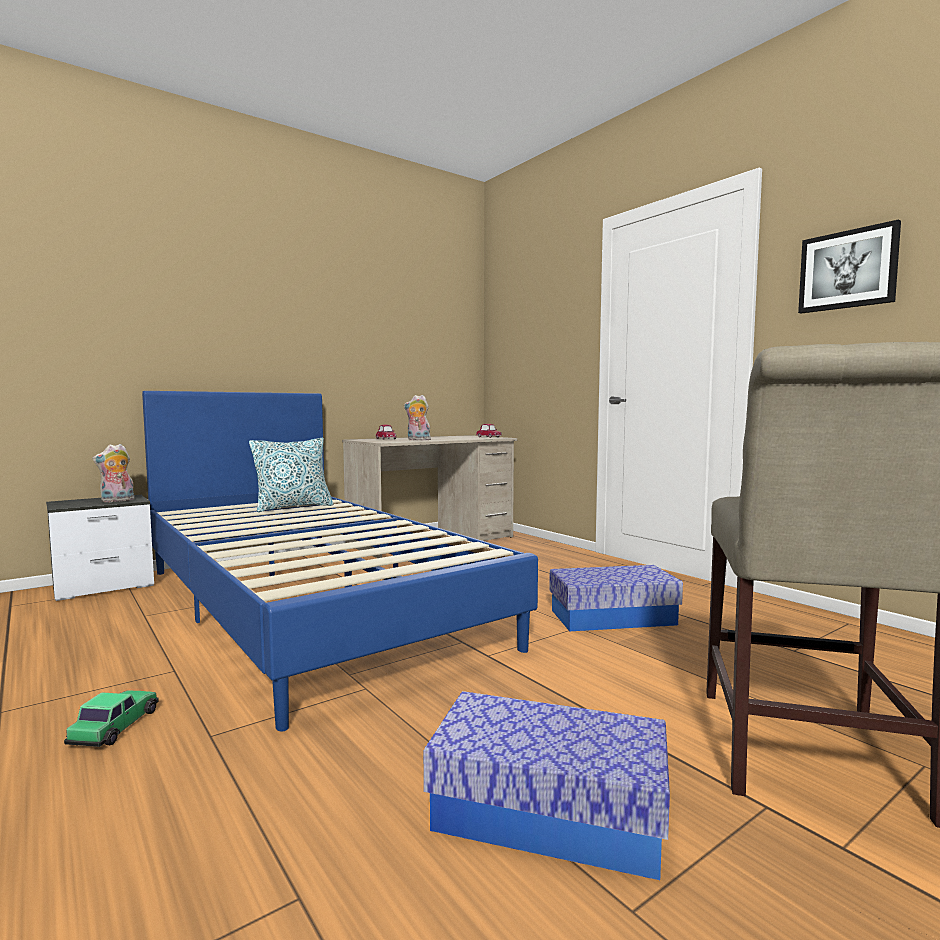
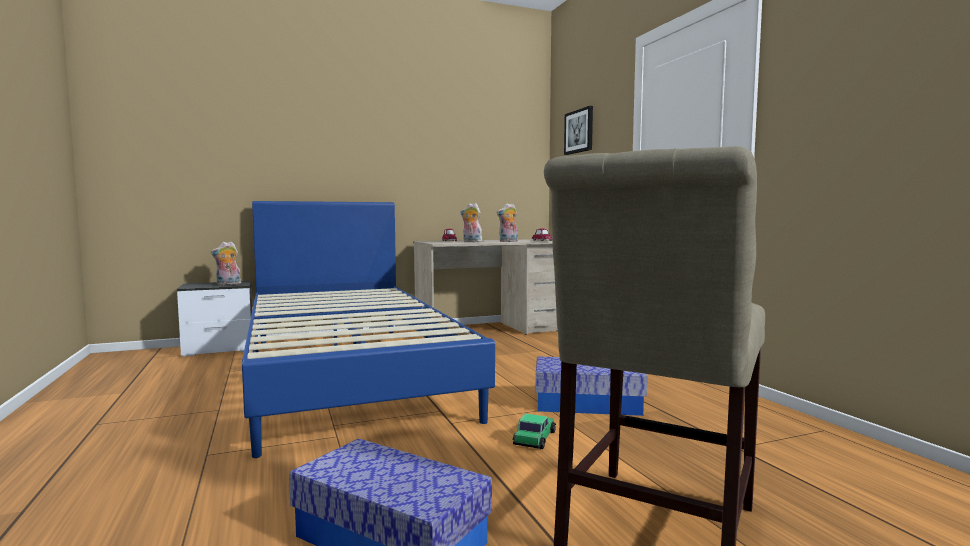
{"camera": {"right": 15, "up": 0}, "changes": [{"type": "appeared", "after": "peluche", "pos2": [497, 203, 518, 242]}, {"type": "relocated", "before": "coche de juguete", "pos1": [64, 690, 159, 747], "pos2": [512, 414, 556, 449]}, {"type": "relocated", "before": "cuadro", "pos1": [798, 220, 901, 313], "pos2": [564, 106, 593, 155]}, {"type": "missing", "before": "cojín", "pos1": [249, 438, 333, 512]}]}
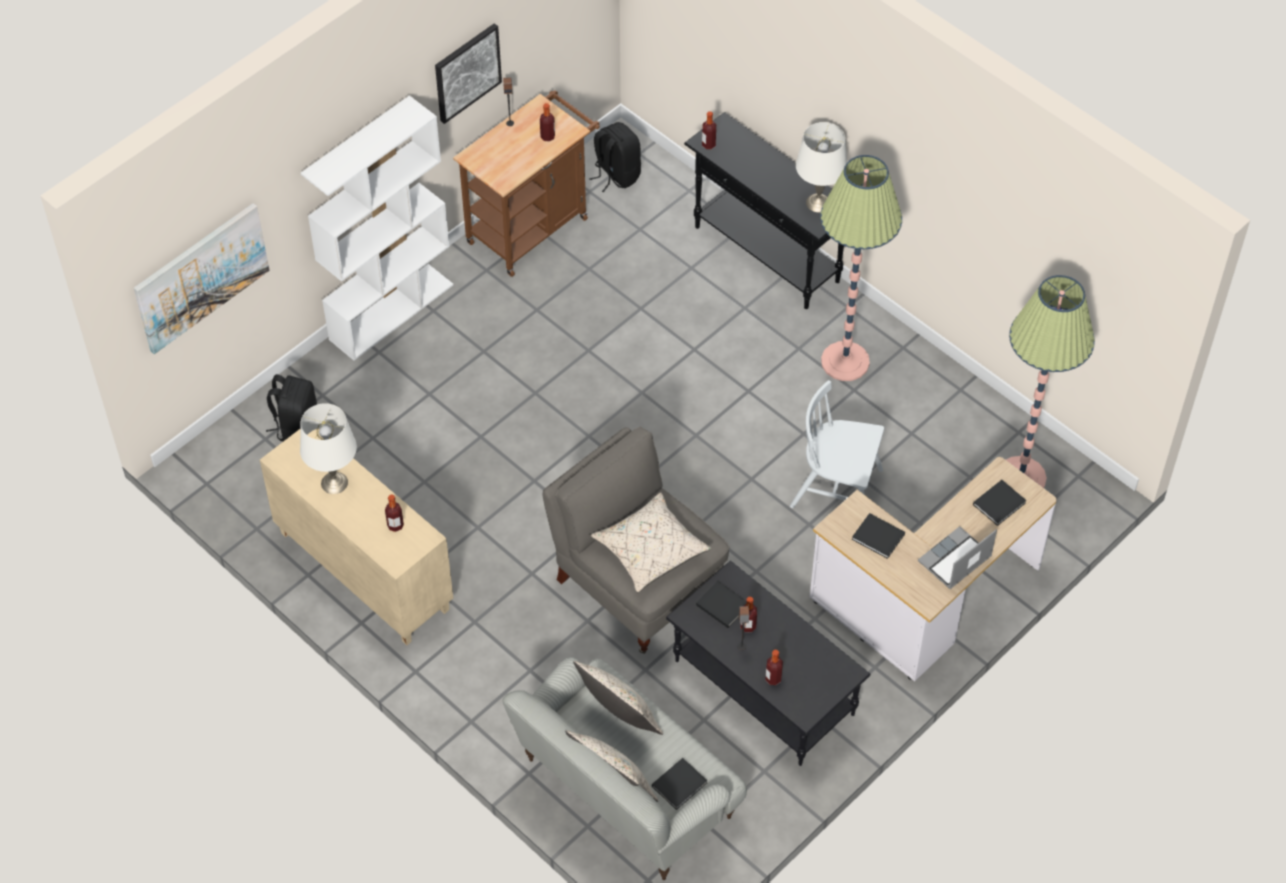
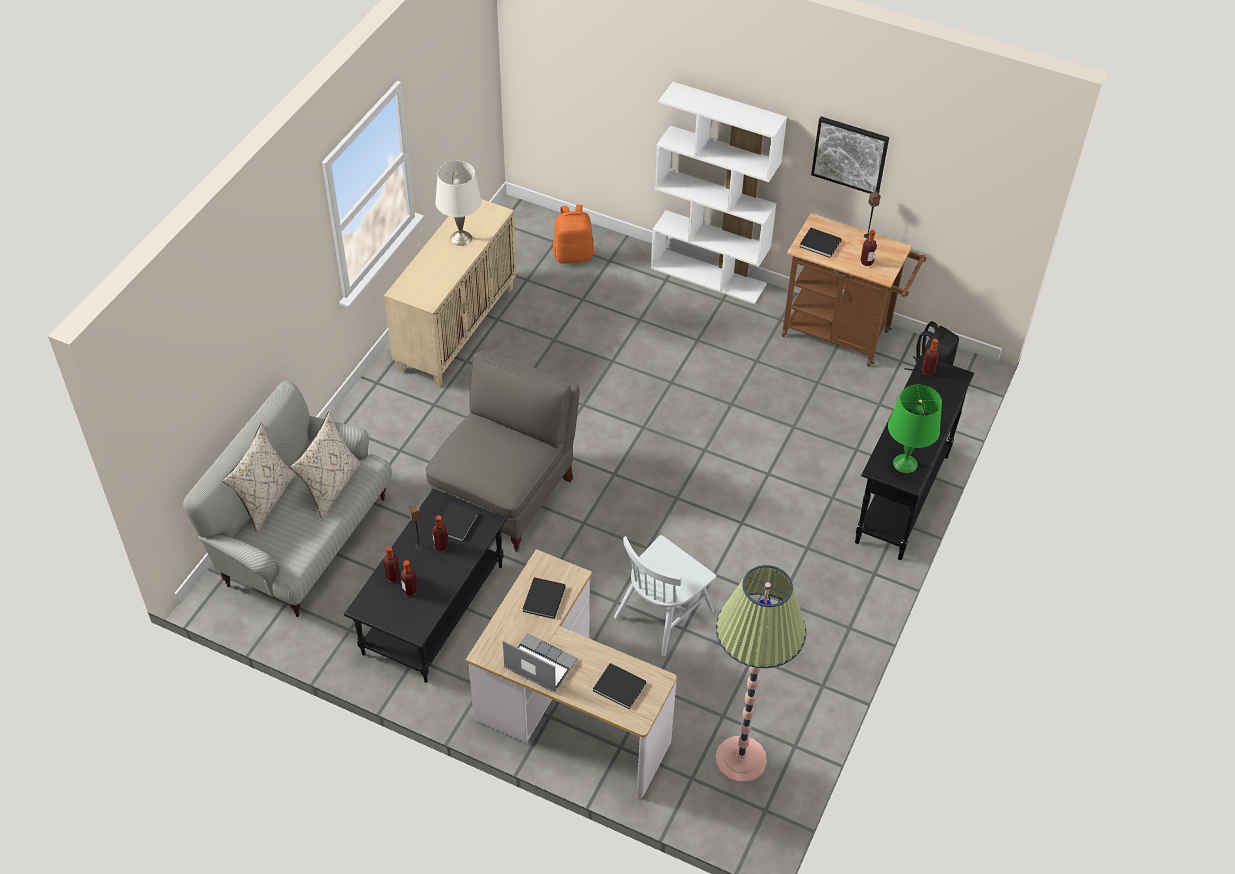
{"camera": {"right": 70, "up": -5}, "changes": [{"type": "relocated", "before": "botella", "pos1": [385, 494, 404, 532], "pos2": [401, 560, 418, 596]}, {"type": "colour", "before": "mochila/negro", "after": "mochila/naranja", "pos1": [266, 374, 317, 442], "pos2": [553, 204, 594, 264]}, {"type": "spun", "before": "silla/blanco", "pos1": [790, 380, 884, 508], "pos2": [614, 535, 716, 656], "turn": -135}, {"type": "relocated", "before": "libro/negro", "pos1": [652, 758, 707, 810], "pos2": [800, 228, 842, 258]}, {"type": "colour", "before": "lámpara de mesa/blanco", "after": "lámpara de mesa/verde", "pos1": [796, 122, 847, 212], "pos2": [888, 385, 942, 473]}, {"type": "missing", "before": "cuadro", "pos1": [134, 203, 269, 354]}, {"type": "missing", "before": "cojín/beis", "pos1": [591, 492, 711, 592]}, {"type": "missing", "before": "lámpara de pie", "pos1": [820, 155, 902, 381]}]}
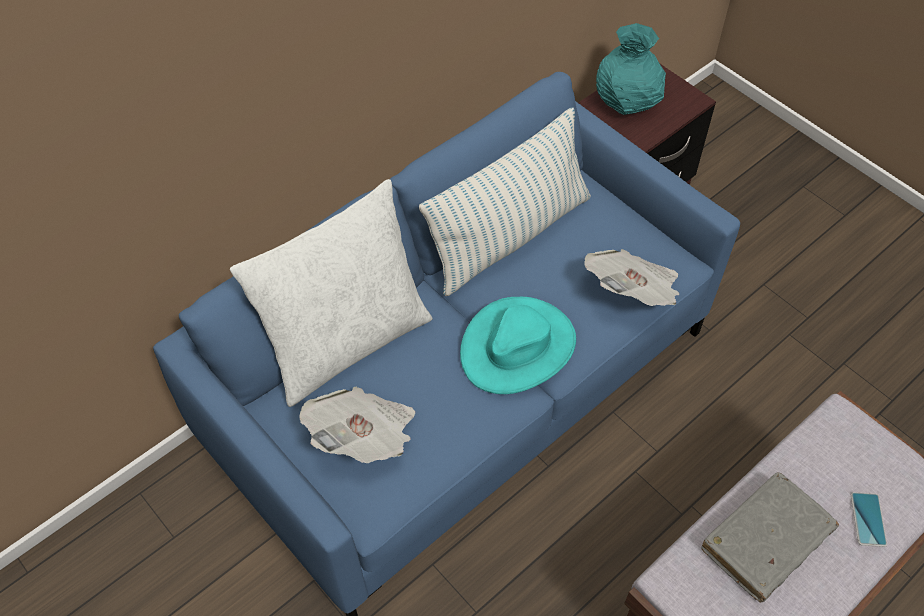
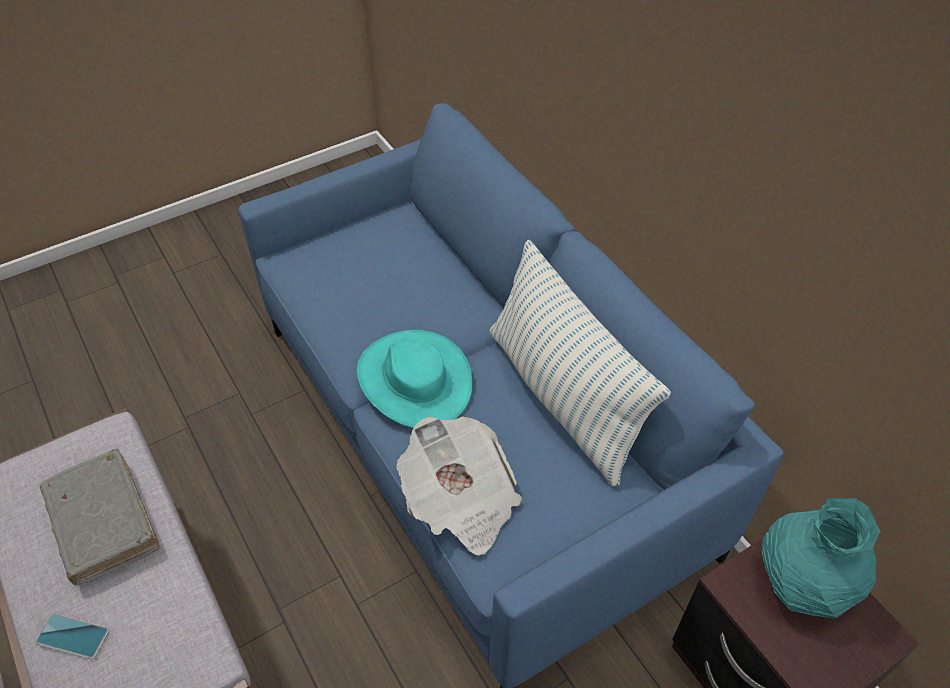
{"camera": {"right": 100, "up": -5}, "changes": [{"type": "missing", "before": "cojín/blanco", "pos1": [230, 179, 432, 407]}, {"type": "missing", "before": "periódico", "pos1": [299, 387, 415, 463]}]}
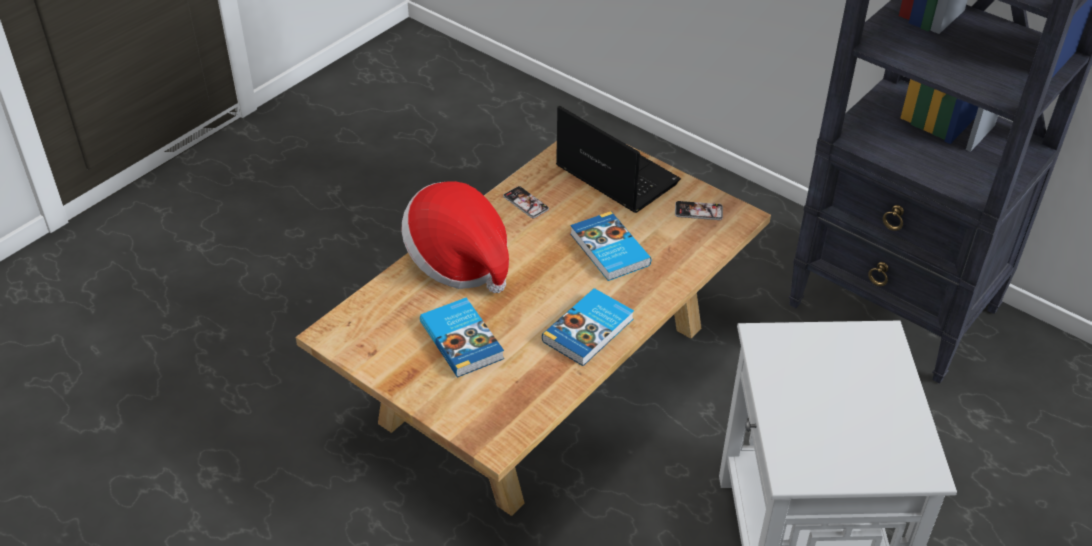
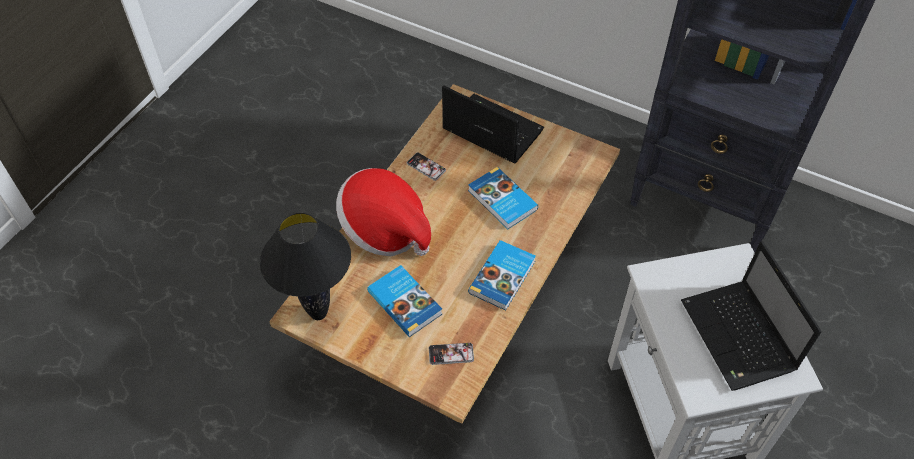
{"camera": {"right": -10, "up": 10}, "changes": [{"type": "appeared", "after": "lámpara de mesa/negro", "pos2": [260, 213, 351, 320]}, {"type": "relocated", "before": "móvil", "pos1": [675, 201, 723, 220], "pos2": [429, 343, 474, 365]}, {"type": "appeared", "after": "portátil", "pos2": [681, 241, 821, 391]}]}
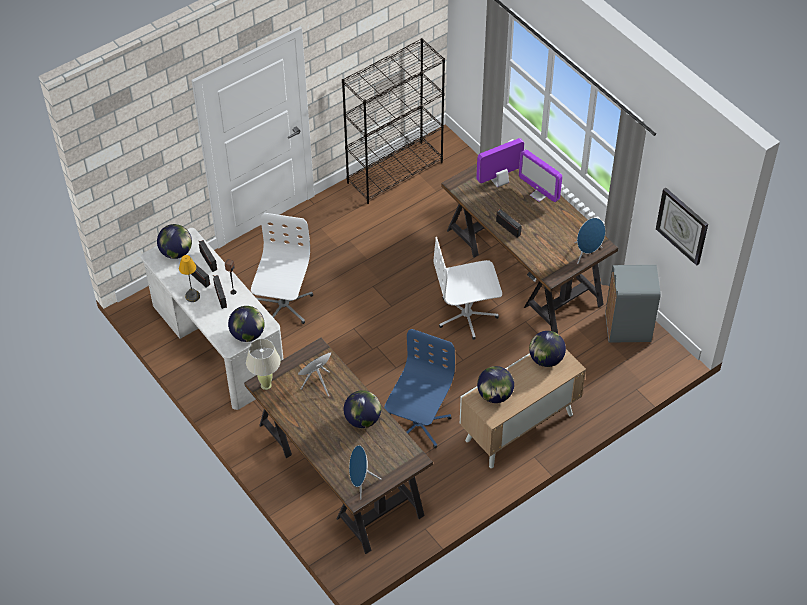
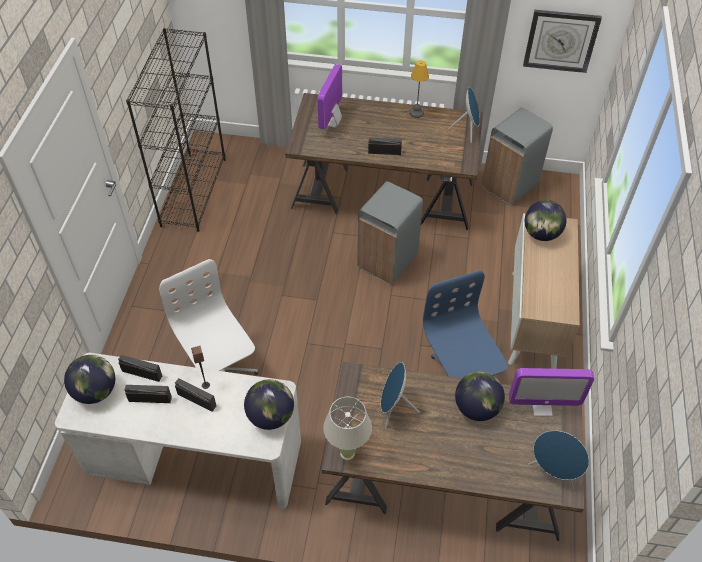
{"camera": {"right": -45, "up": 0}, "changes": [{"type": "exchanged", "before": "silla de oficina/blanco", "after": "papelera/gris", "pos1": [434, 237, 502, 340], "pos2": [357, 181, 423, 285]}, {"type": "relocated", "before": "lámpara de mesa", "pos1": [179, 255, 200, 302], "pos2": [409, 60, 429, 118]}, {"type": "relocated", "before": "monitor", "pos1": [519, 149, 562, 202], "pos2": [509, 368, 594, 417]}, {"type": "missing", "before": "globo terráqueo", "pos1": [477, 366, 514, 403]}]}
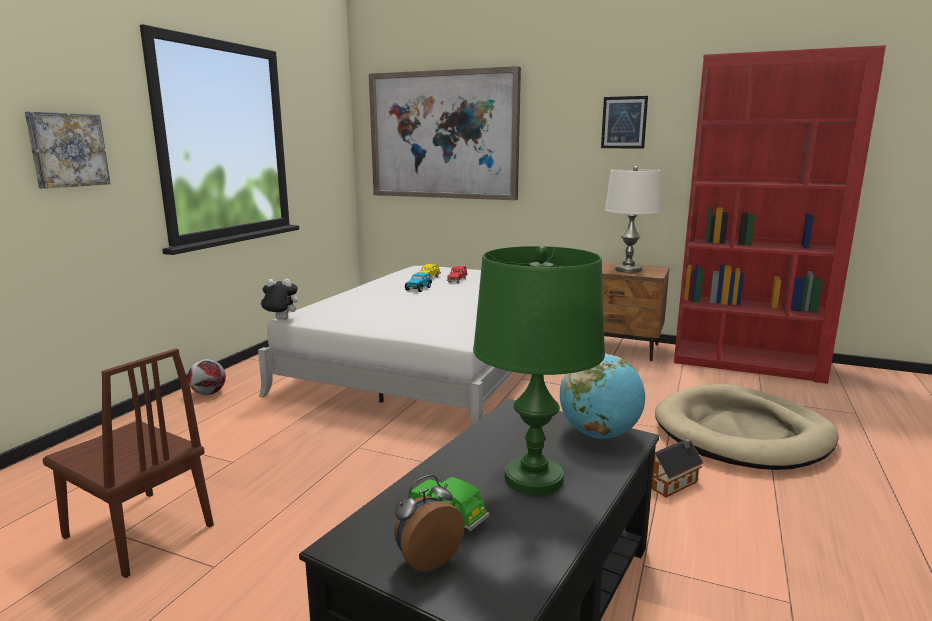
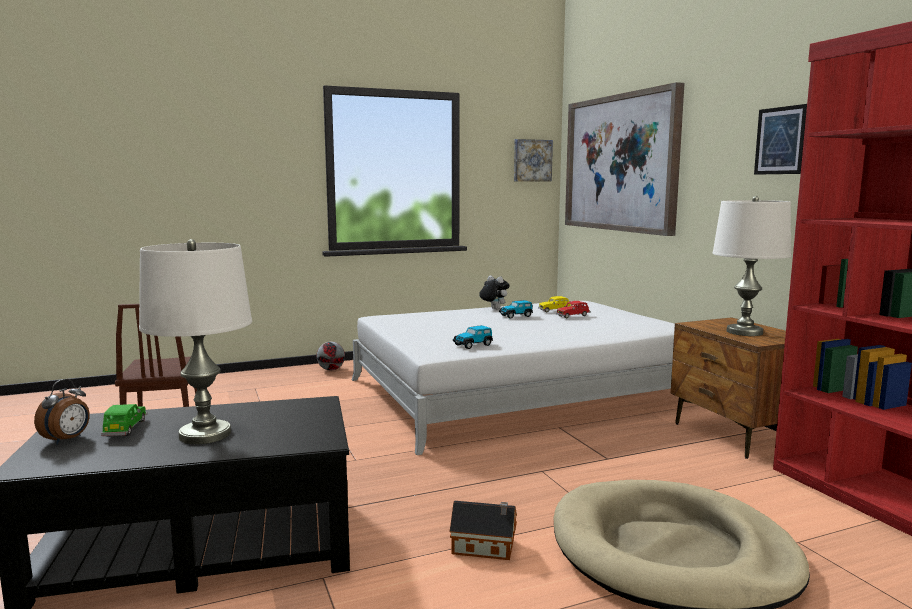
{"camera": {"right": 45, "up": -5}, "changes": [{"type": "spun", "before": "despertador", "pos1": [394, 475, 464, 572], "pos2": [34, 379, 90, 444], "turn": 105}, {"type": "colour", "before": "lámpara de mesa/verde", "after": "lámpara de mesa/blanco", "pos1": [473, 246, 605, 495], "pos2": [139, 239, 252, 444]}, {"type": "appeared", "after": "coche de juguete", "pos2": [453, 325, 493, 349]}, {"type": "relocated", "before": "peluche", "pos1": [259, 279, 298, 320], "pos2": [479, 275, 510, 309]}, {"type": "relocated", "before": "cuadro", "pos1": [25, 112, 111, 189], "pos2": [514, 139, 553, 182]}, {"type": "missing", "before": "globo terráqueo", "pos1": [560, 353, 645, 439]}]}
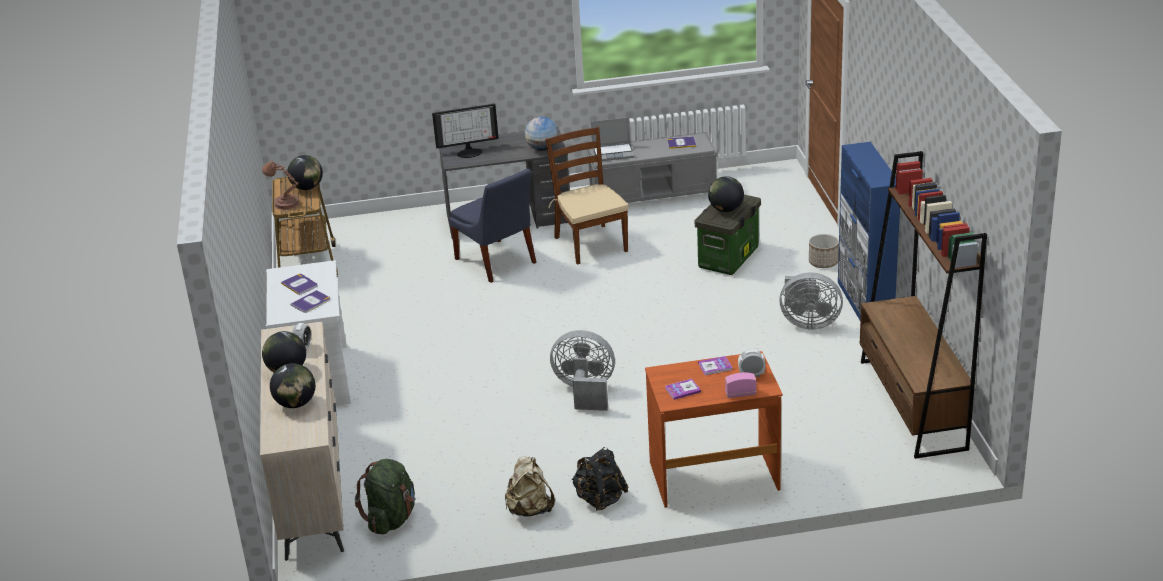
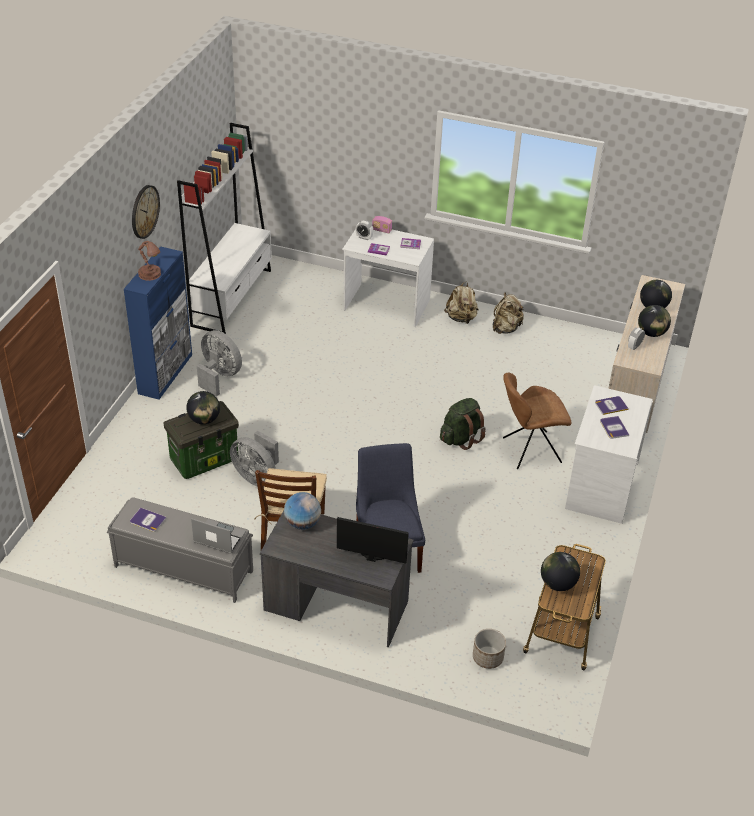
{"camera": {"right": -155, "up": 10}, "changes": [{"type": "appeared", "after": "reloj de pared", "pos2": [132, 185, 160, 239]}, {"type": "relocated", "before": "lámpara de mesa/marrón", "pos1": [262, 161, 299, 210], "pos2": [138, 241, 161, 281]}, {"type": "colour", "before": "estantería/marrón", "after": "estantería/blanco", "pos1": [860, 151, 987, 459], "pos2": [177, 123, 272, 334]}, {"type": "relocated", "before": "ventilador/gris", "pos1": [550, 330, 615, 411], "pos2": [230, 431, 279, 487]}, {"type": "colour", "before": "escritorio/marrón", "after": "escritorio/blanco", "pos1": [645, 351, 783, 508], "pos2": [342, 229, 434, 327]}, {"type": "relocated", "before": "mochila/verde", "pos1": [355, 459, 415, 534], "pos2": [440, 398, 486, 450]}, {"type": "colour", "before": "mochila/negro", "after": "mochila/beis", "pos1": [572, 447, 628, 511], "pos2": [444, 282, 479, 324]}, {"type": "relocated", "before": "maceta", "pos1": [809, 234, 839, 268], "pos2": [473, 629, 506, 669]}, {"type": "appeared", "after": "silla/marrón", "pos2": [503, 373, 571, 469]}]}
